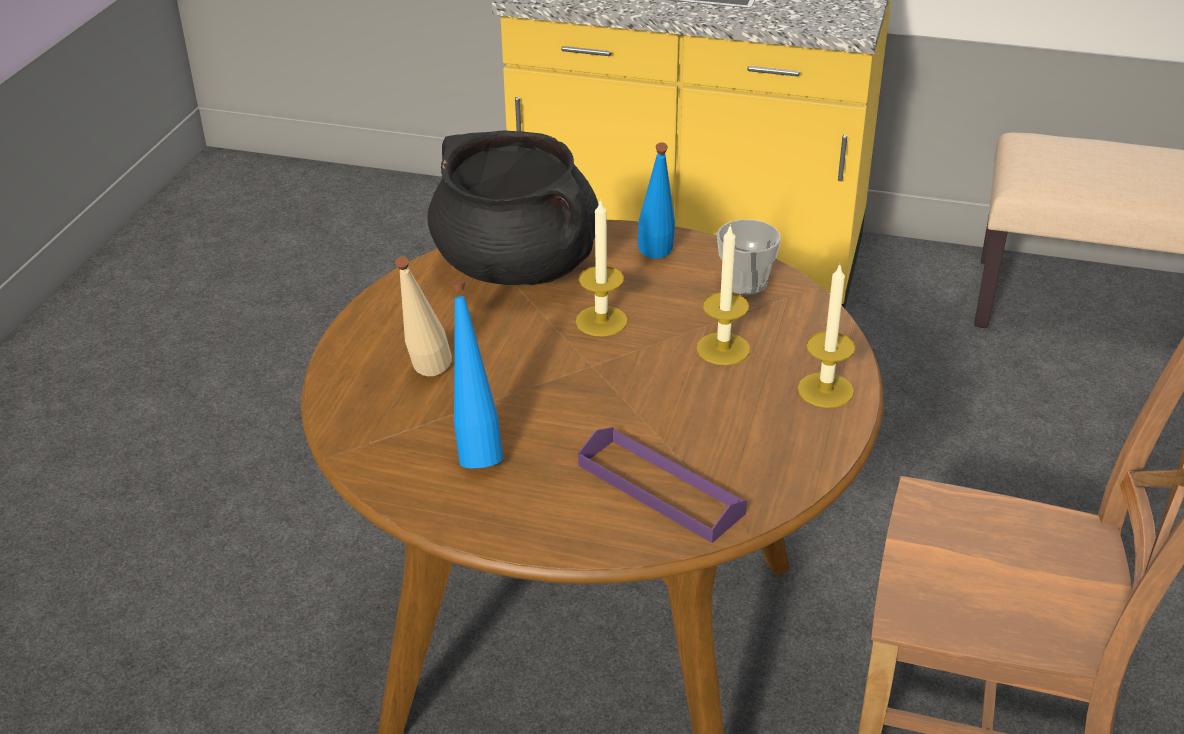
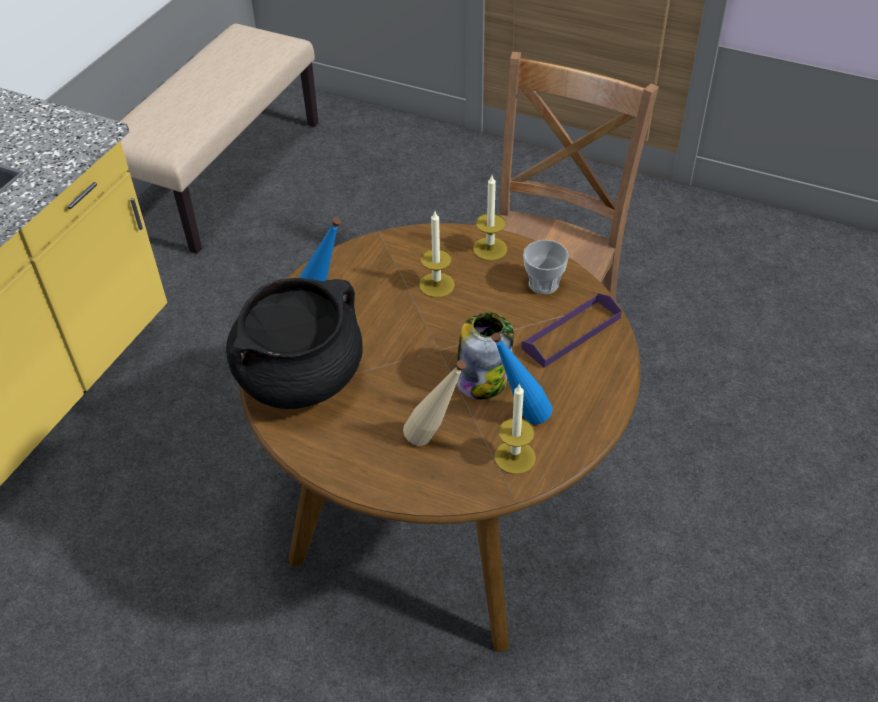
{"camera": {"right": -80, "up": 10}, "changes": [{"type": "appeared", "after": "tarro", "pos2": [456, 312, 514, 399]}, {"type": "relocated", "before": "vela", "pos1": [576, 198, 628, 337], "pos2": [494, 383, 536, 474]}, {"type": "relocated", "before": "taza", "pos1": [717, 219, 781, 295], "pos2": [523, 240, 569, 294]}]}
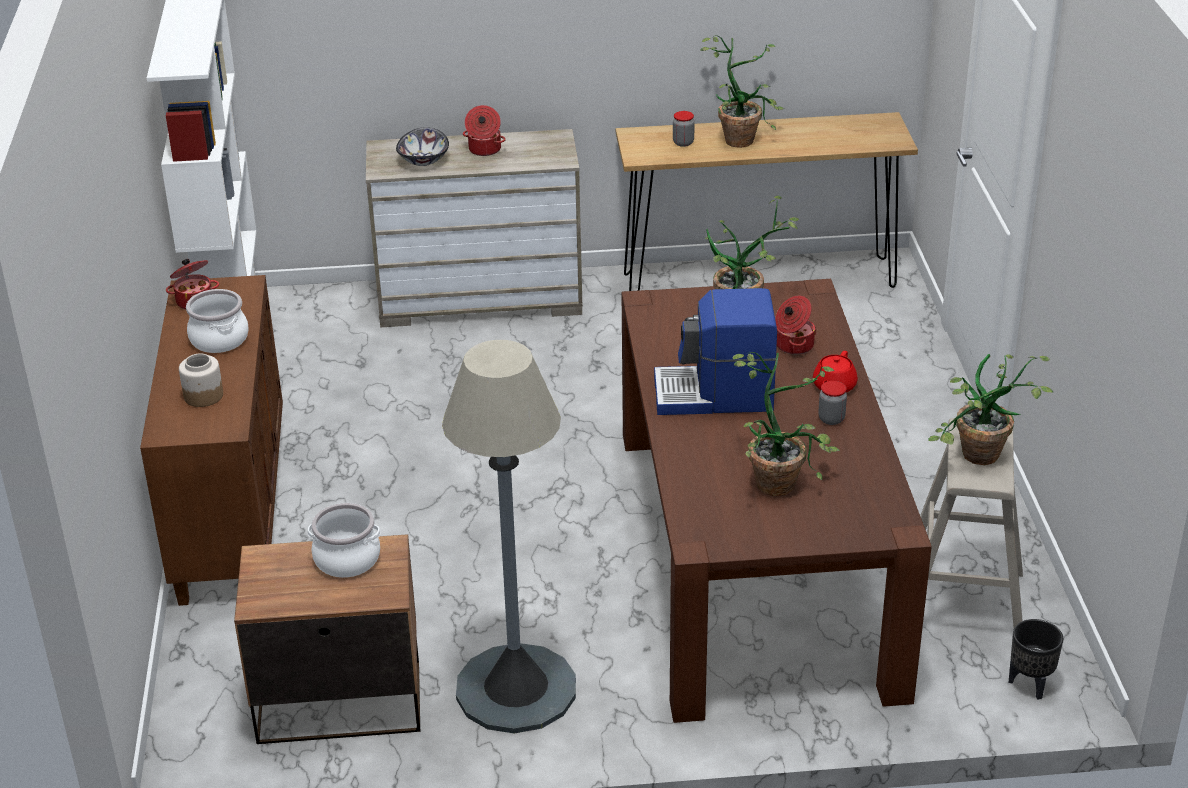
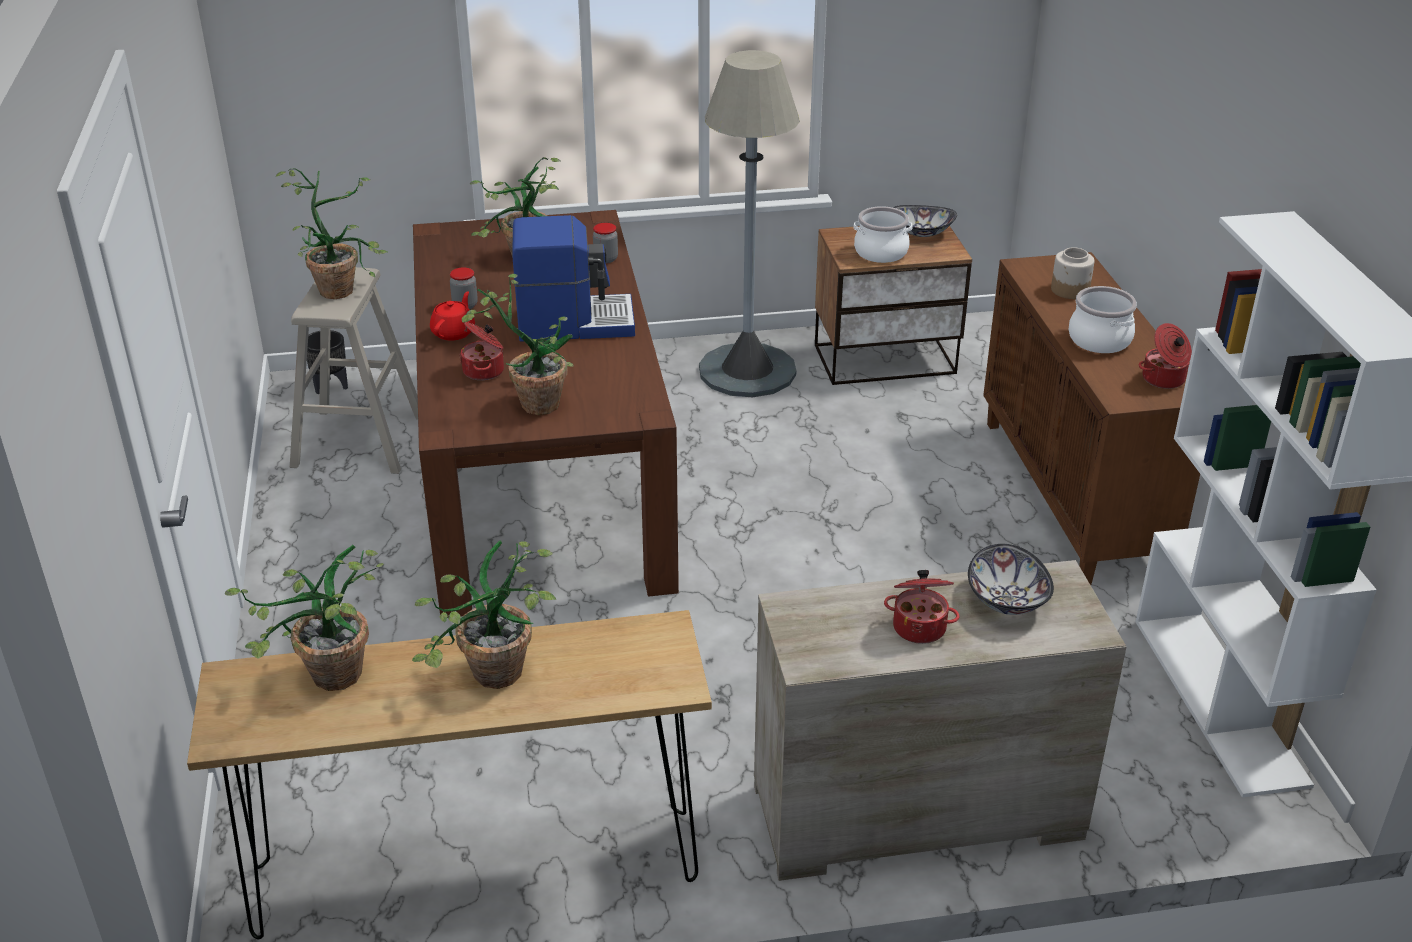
{"camera": {"right": 175, "up": 0}, "changes": [{"type": "appeared", "after": "planta en maceta", "pos2": [225, 545, 384, 691]}, {"type": "relocated", "before": "tarro", "pos1": [673, 111, 695, 147], "pos2": [593, 223, 618, 263]}, {"type": "appeared", "after": "cuenco", "pos2": [893, 205, 957, 237]}]}
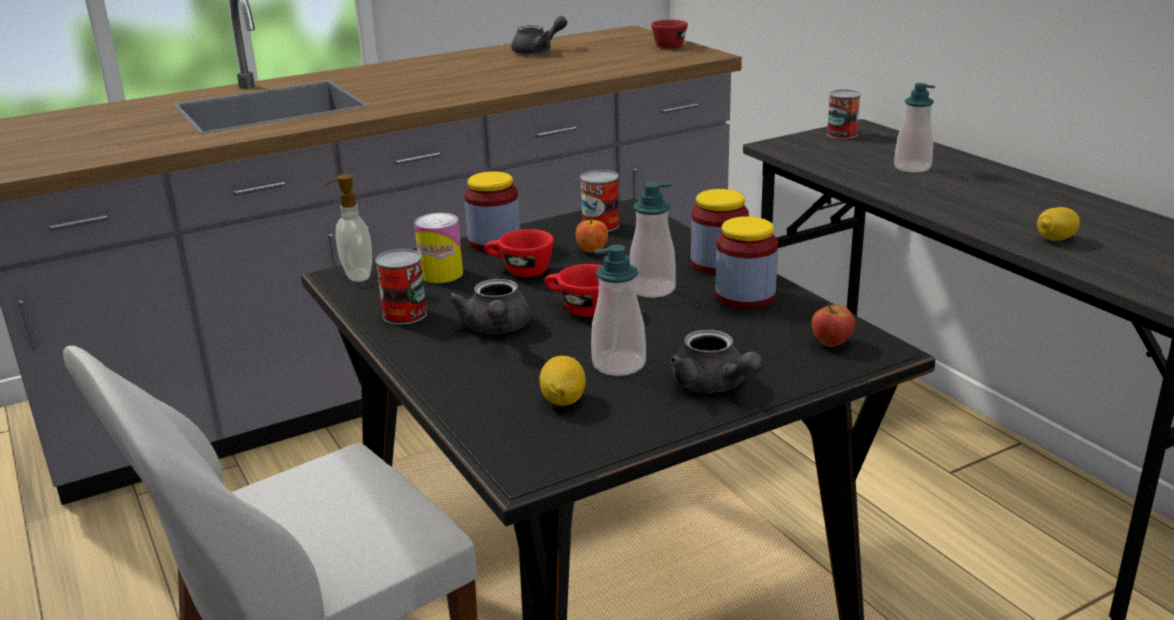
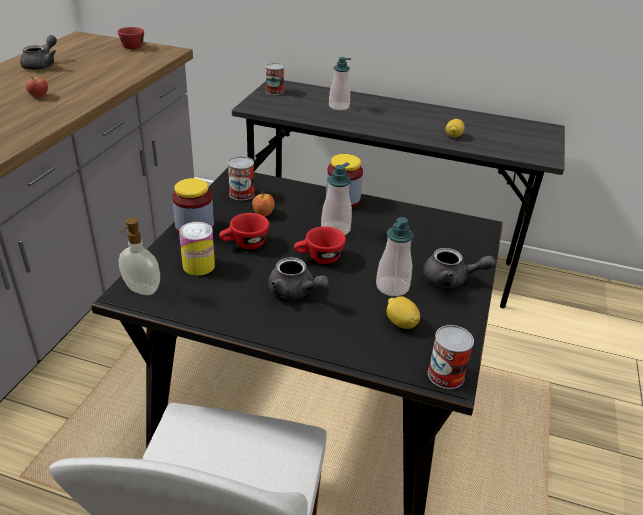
{"camera": {"right": -45, "up": 10}, "changes": [{"type": "relocated", "before": "manzana", "pos1": [811, 303, 855, 347], "pos2": [26, 77, 48, 98]}, {"type": "relocated", "before": "lata", "pos1": [375, 249, 427, 325], "pos2": [428, 325, 474, 389]}, {"type": "missing", "before": "tarro", "pos1": [715, 216, 778, 309]}]}
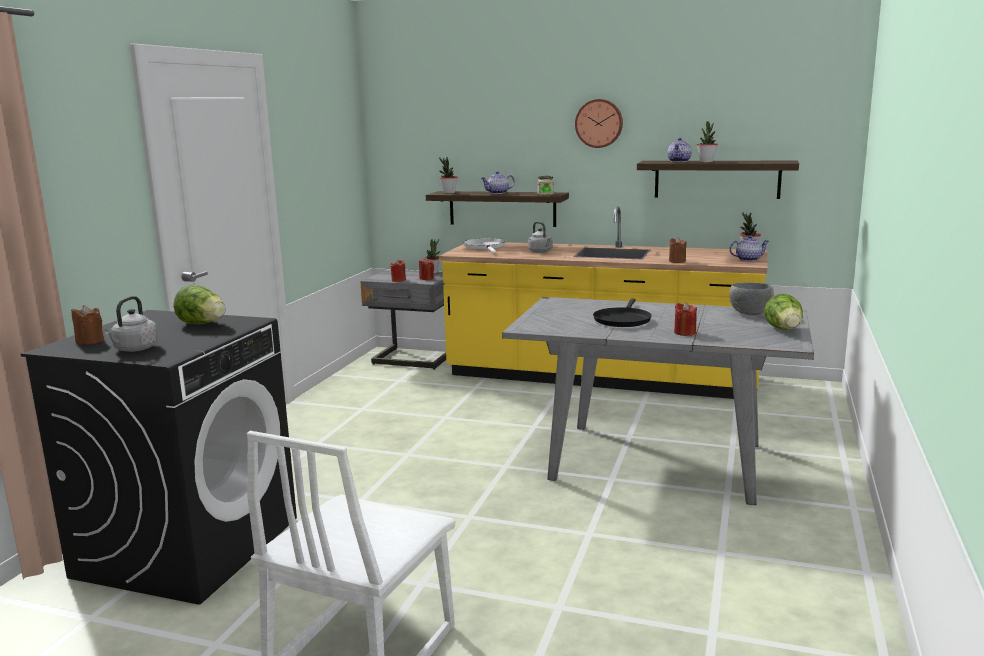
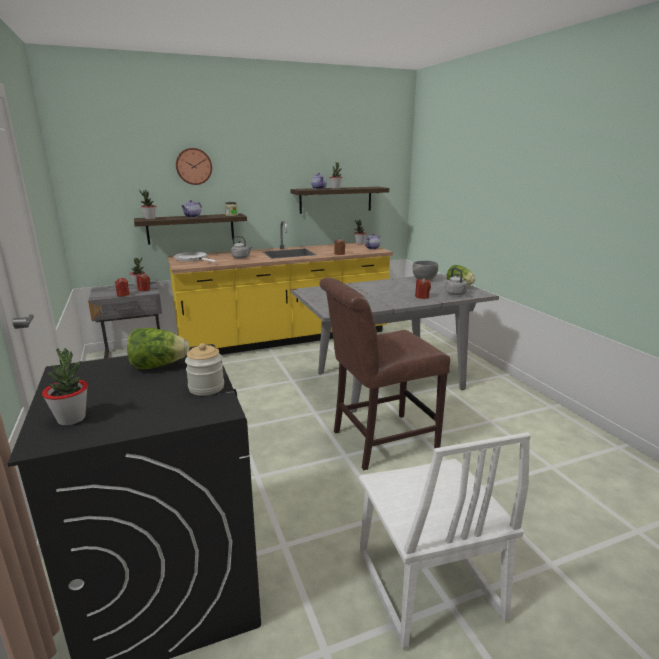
{"camera": {"right": -40, "up": 5}, "changes": [{"type": "exchanged", "before": "vela/marrón", "after": "planta en maceta", "pos1": [71, 305, 104, 345], "pos2": [42, 348, 88, 425]}, {"type": "relocated", "before": "reloj de pared", "pos1": [575, 99, 623, 148], "pos2": [176, 148, 212, 185]}, {"type": "appeared", "after": "tarro", "pos2": [185, 343, 224, 396]}, {"type": "appeared", "after": "silla/marrón", "pos2": [319, 278, 450, 470]}, {"type": "relocated", "before": "hervidor/gris", "pos1": [104, 296, 159, 352], "pos2": [445, 268, 468, 295]}, {"type": "missing", "before": "sartén/negro", "pos1": [593, 299, 652, 327]}]}
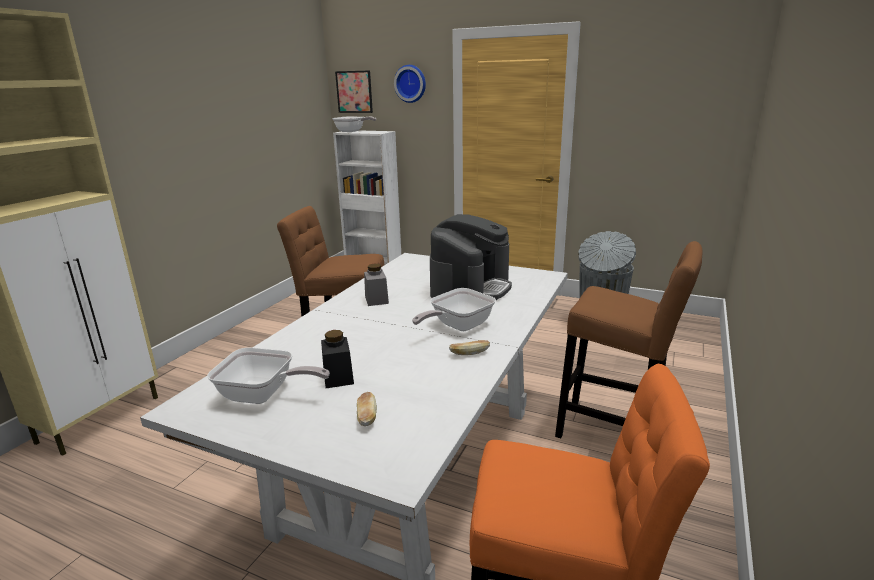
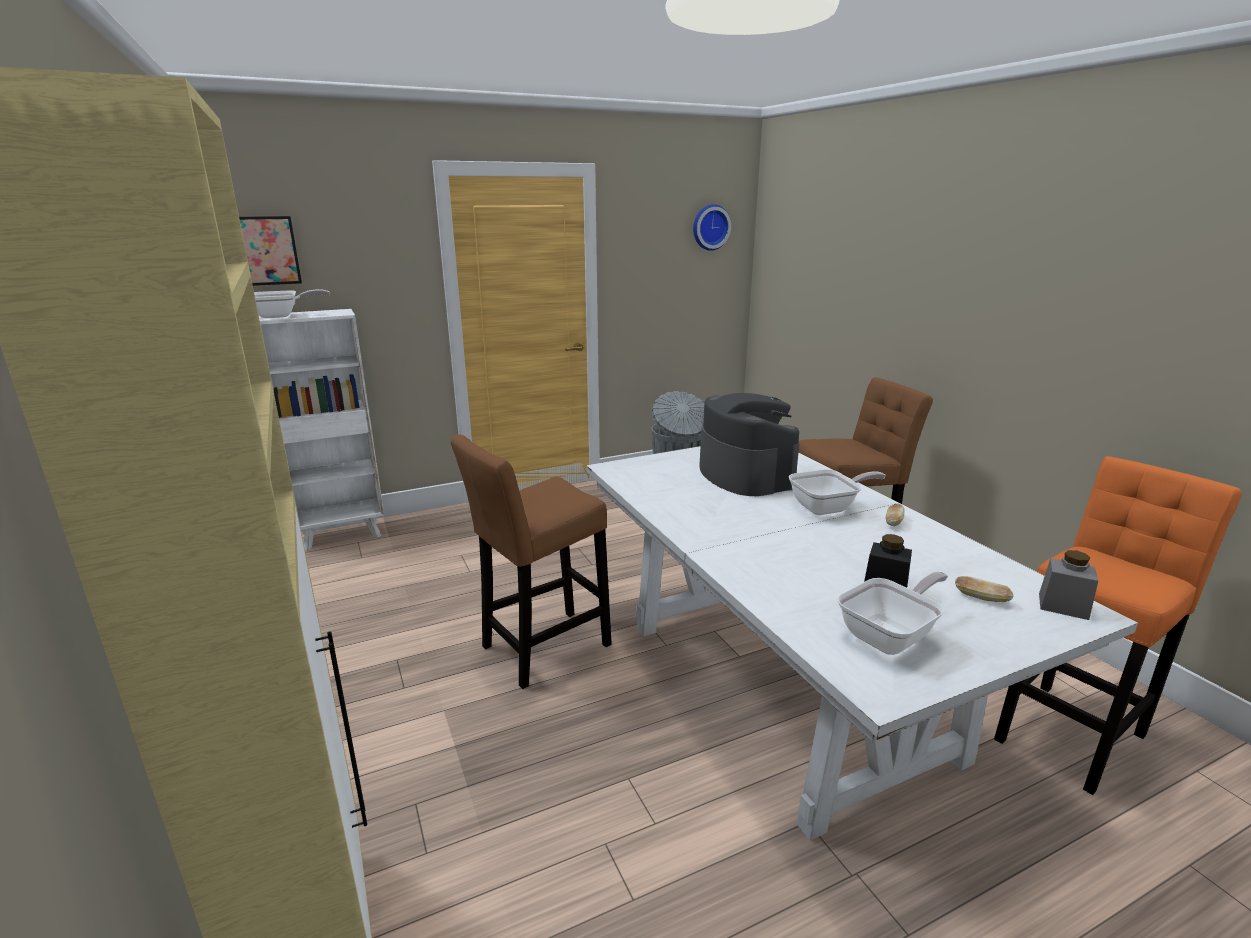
{"camera": {"right": -50, "up": 0}, "changes": [{"type": "relocated", "before": "reloj de pared", "pos1": [394, 65, 426, 103], "pos2": [693, 204, 731, 251]}, {"type": "spun", "before": "sartén", "pos1": [412, 288, 496, 331], "pos2": [789, 469, 886, 515], "turn": -105}, {"type": "relocated", "before": "tarro/gris", "pos1": [364, 264, 389, 306], "pos2": [1039, 550, 1098, 620]}]}
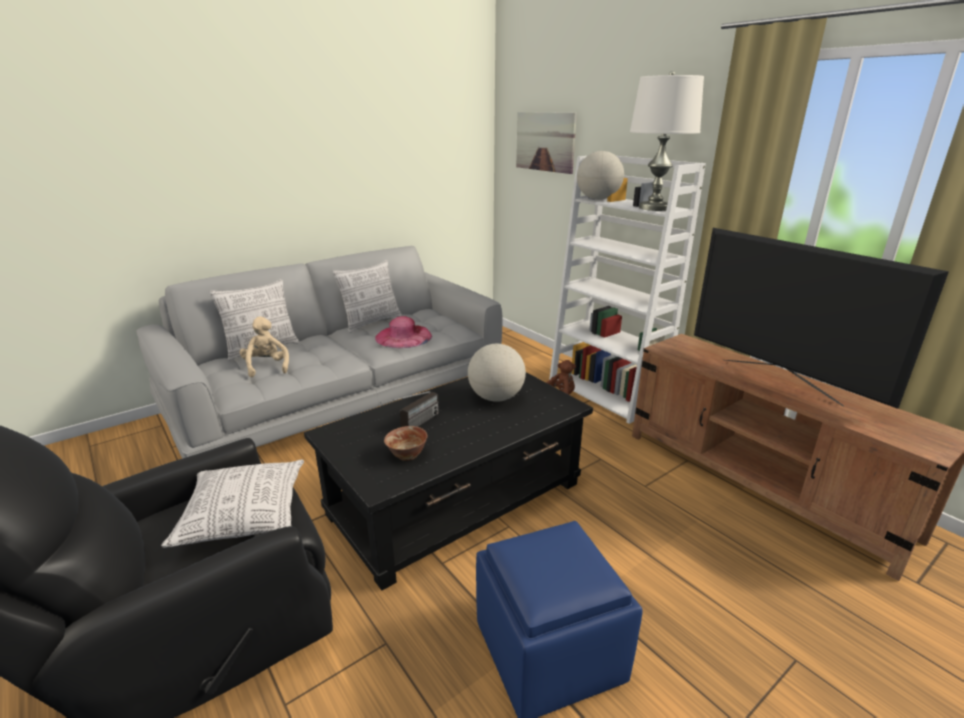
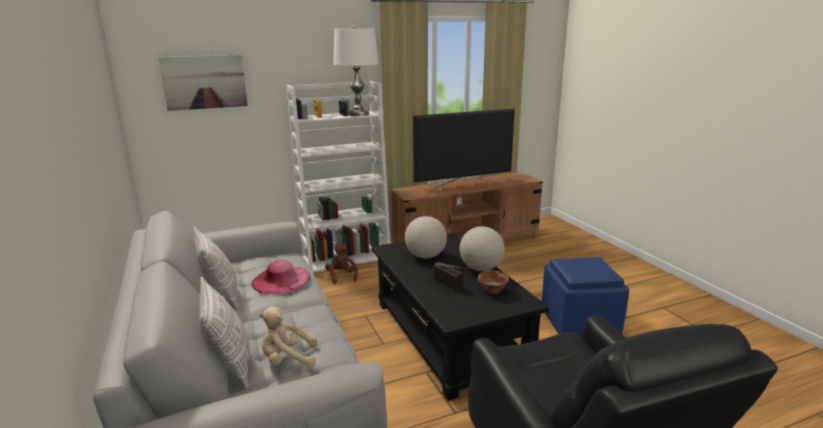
{"camera": {"right": -75, "up": -5}, "changes": [{"type": "relocated", "before": "globo terráqueo", "pos1": [577, 151, 624, 200], "pos2": [460, 226, 505, 271]}, {"type": "missing", "before": "cojín", "pos1": [161, 460, 304, 548]}]}
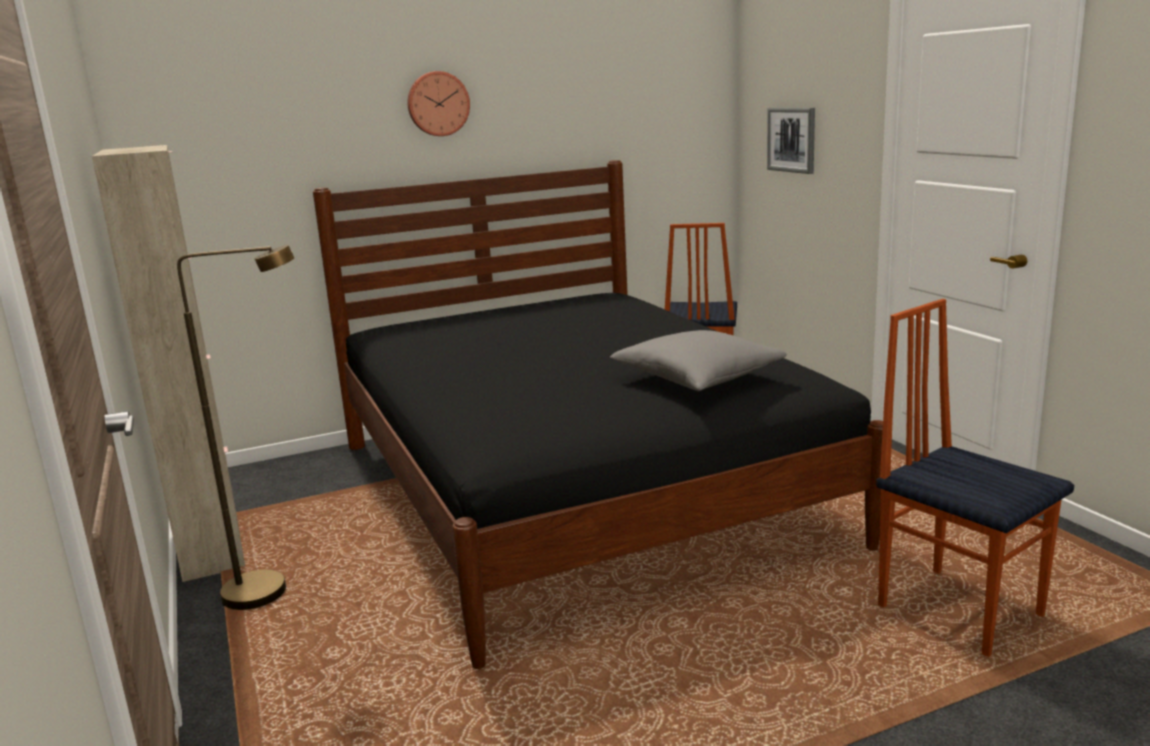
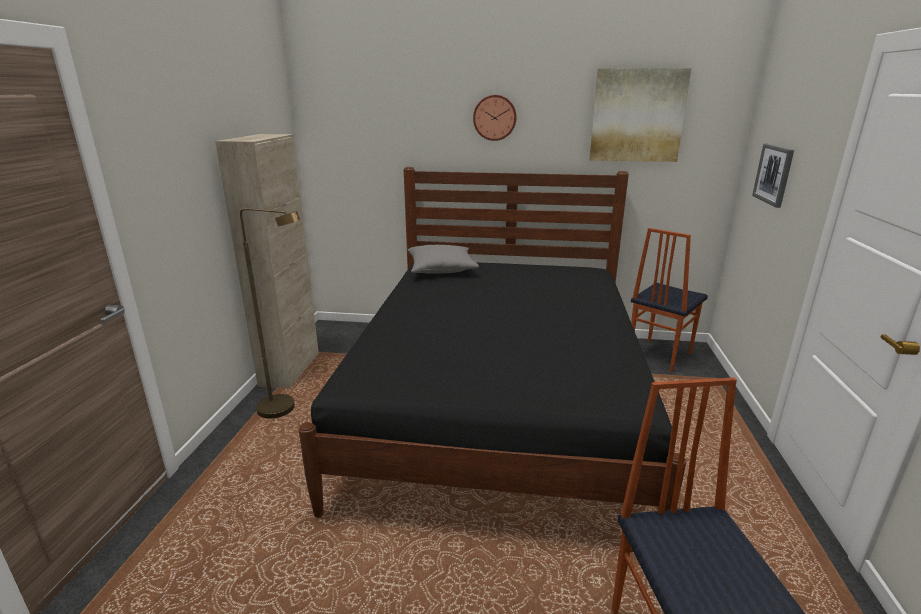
{"camera": {"right": 30, "up": 5}, "changes": [{"type": "relocated", "before": "cojín/gris", "pos1": [610, 330, 787, 391], "pos2": [408, 245, 479, 274]}, {"type": "appeared", "after": "cuadro", "pos2": [589, 68, 691, 162]}]}
